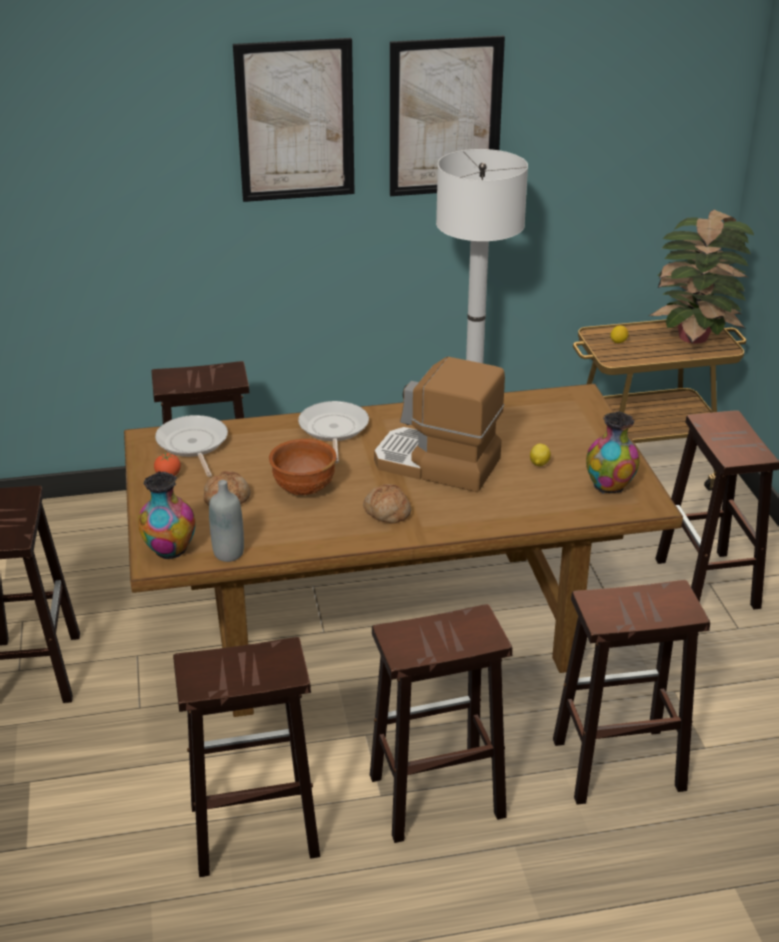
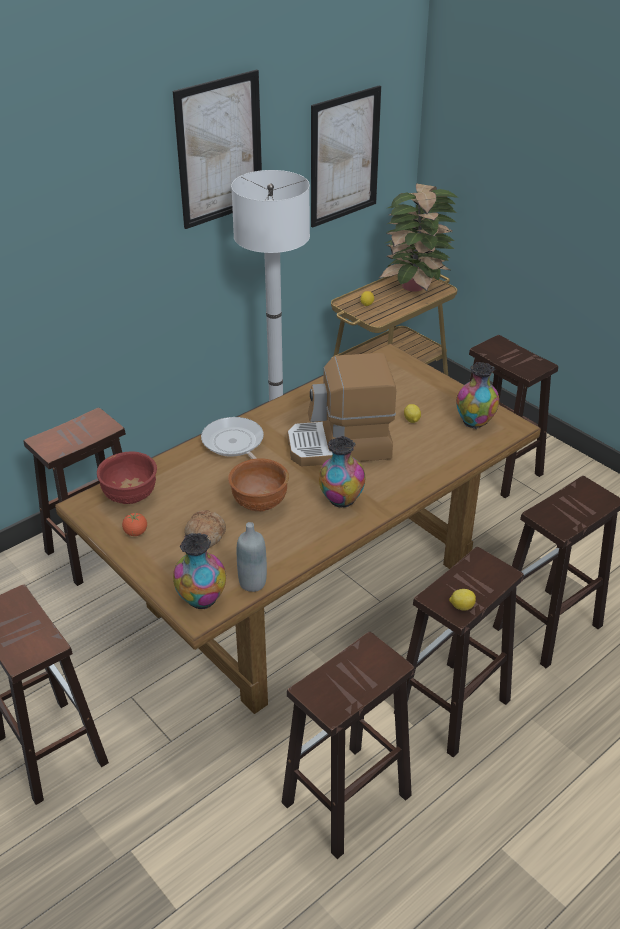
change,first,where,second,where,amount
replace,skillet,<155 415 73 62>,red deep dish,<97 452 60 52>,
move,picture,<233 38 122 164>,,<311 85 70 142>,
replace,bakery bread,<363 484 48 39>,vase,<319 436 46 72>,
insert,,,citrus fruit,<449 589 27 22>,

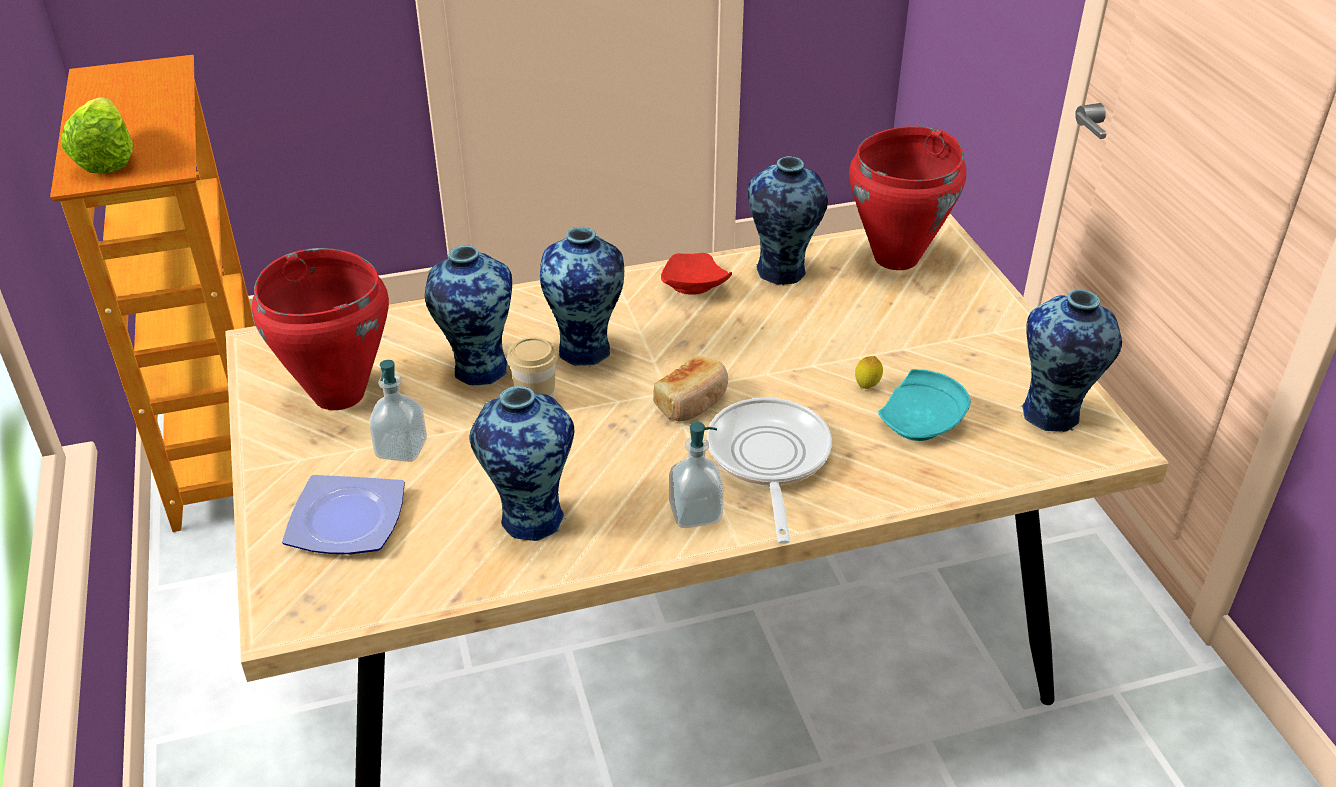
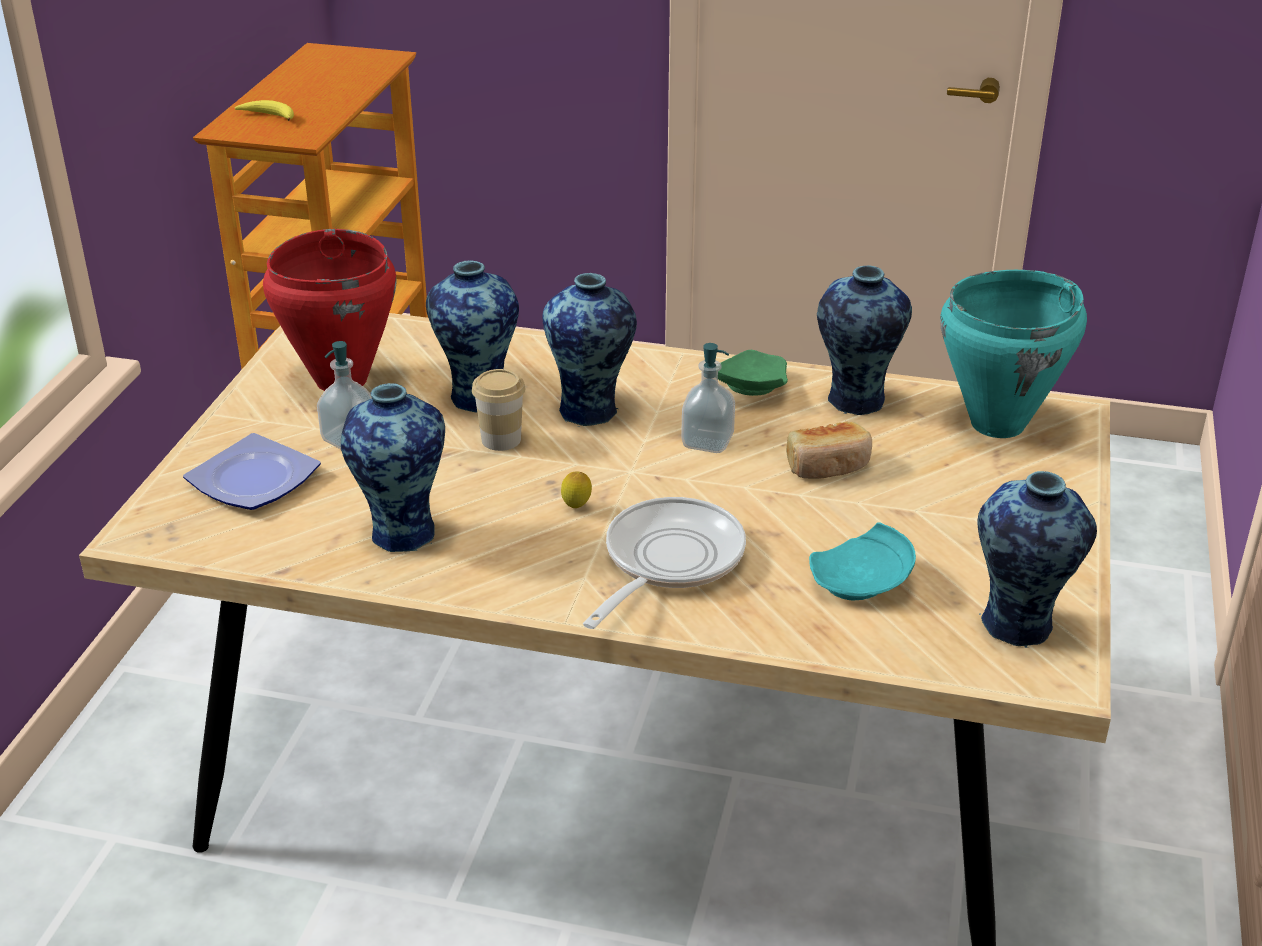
change,first,where,second,where,amount
replace,head of lettuce,<61 97 72 77>,banana,<235 100 59 21>,
move,citrus fruit,<855 356 28 33>,,<561 472 31 36>,
move,soap bottle,<669 422 55 106>,,<681 343 54 110>,
recolor,red dinner plate,<661 253 71 42>,greenish dinner plate,<718 350 70 46>,
move,bakery bread,<653 356 75 65>,,<786 422 86 57>,
recolor,red stockpot,<849 126 117 144>,turquoise stockpot,<940 270 147 168>,

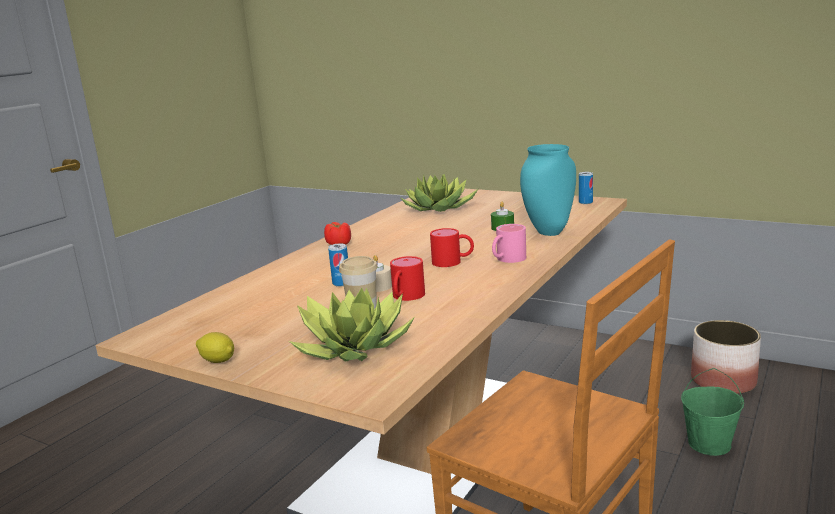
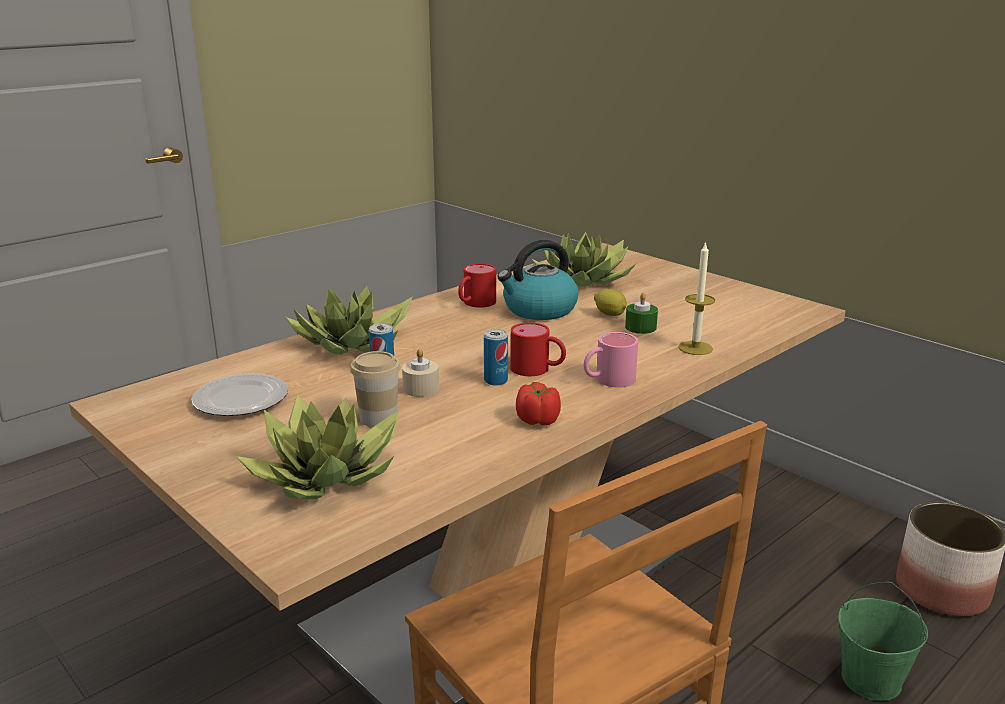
change,first,where,second,where,amount
insert,,,dinner plate,<191 373 97 43>,
insert,,,plant in a pot,<286 286 127 69>,
move,red coffee mug,<390 256 35 45>,,<458 264 38 44>,
move,can,<579 172 14 32>,,<484 329 24 57>,
insert,,,water kettle,<497 240 82 80>,
move,fresh tomato,<324 222 27 23>,,<516 382 45 44>,
move,citrus fruit,<196 332 38 31>,,<594 289 33 27>,
replace,turquoise vase,<520 144 56 92>,wax light,<678 241 37 114>,

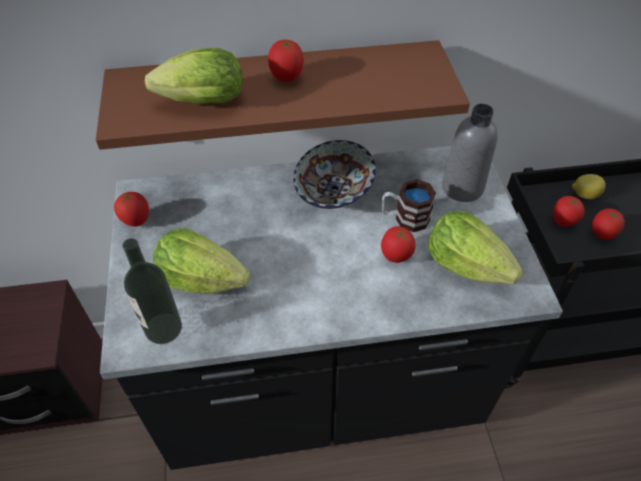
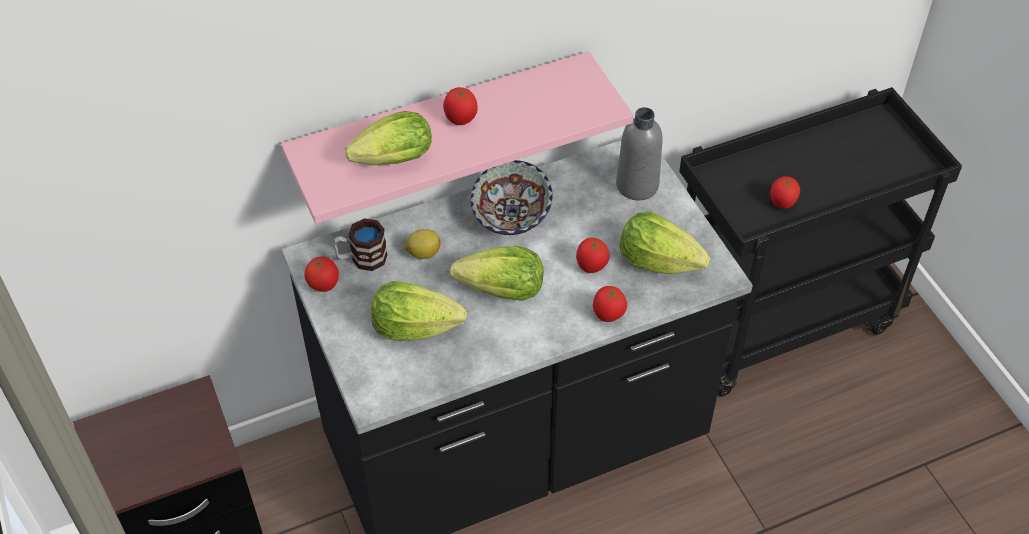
change,first,where,second,where,amount
recolor,brownish bracket shelf,<96 40 374 110>,pink bracket shelf,<281 51 353 173>,
move,coffee mug,<382 179 54 53>,,<333 218 55 53>,
move,citrus fruit,<572 174 34 25>,,<404 229 37 30>,
insert,,,head of lettuce,<450 246 93 55>,
move,fresh tomato,<553 196 32 31>,,<593 286 34 36>,
delete,bottle,<123 238 59 106>,,,

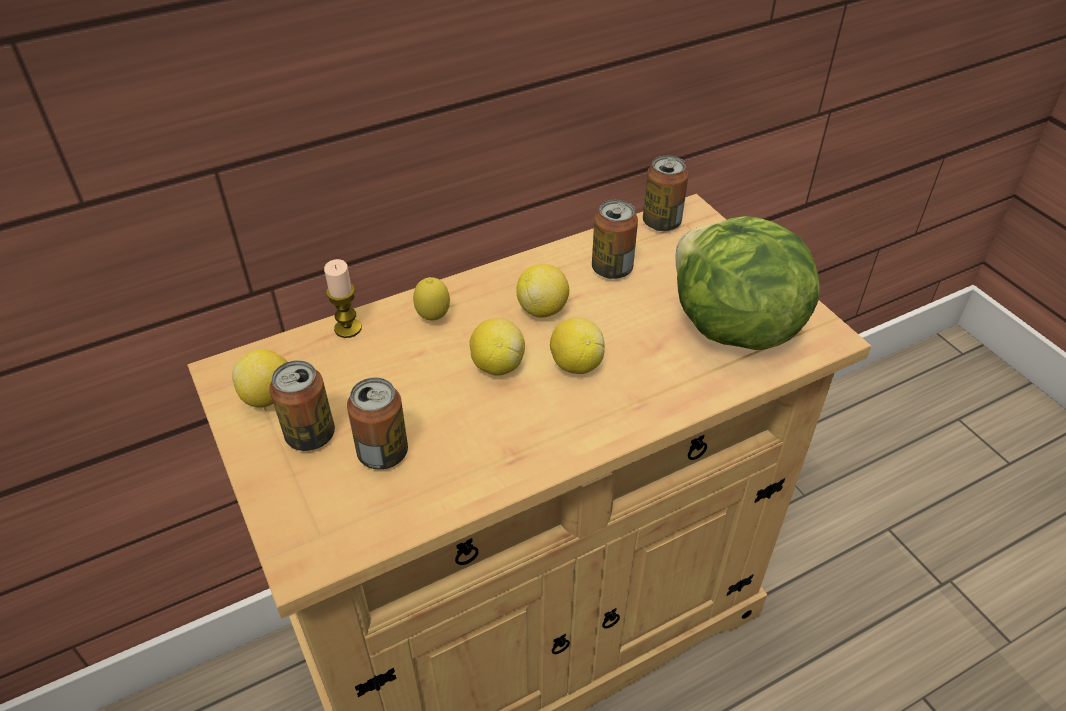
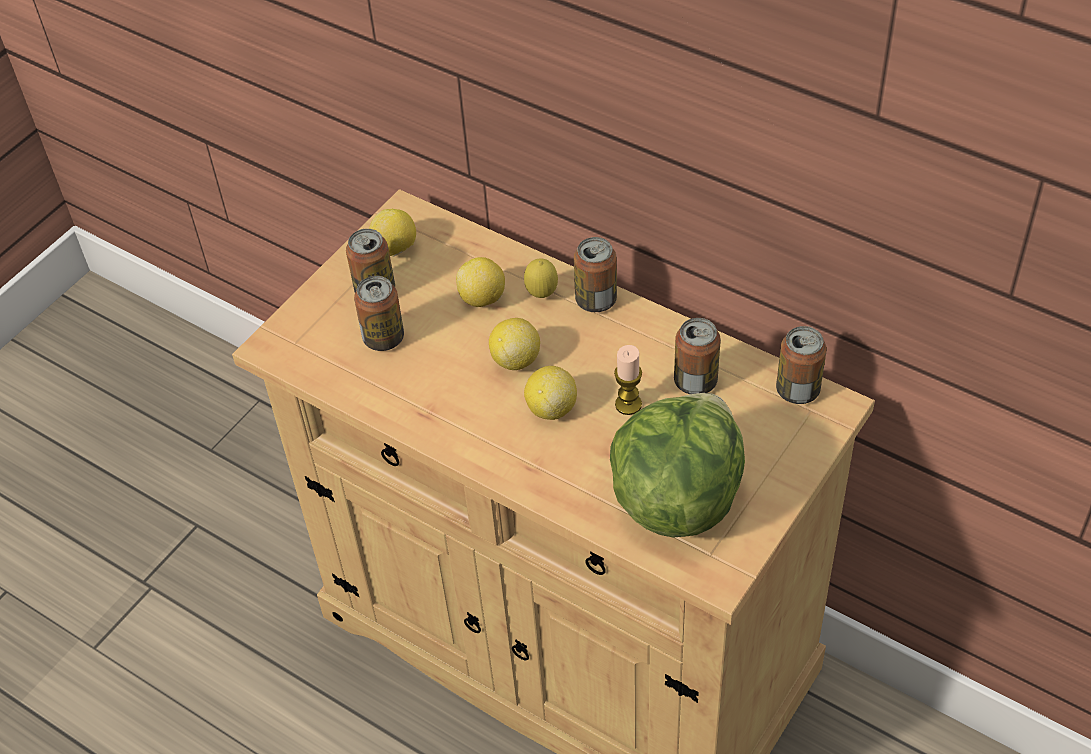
change,first,where,second,where,amount
move,citrus fruit,<516 264 53 53>,,<456 257 49 50>,
insert,,,can,<574 237 43 75>,
move,wax light,<324 259 38 79>,,<614 345 28 70>,

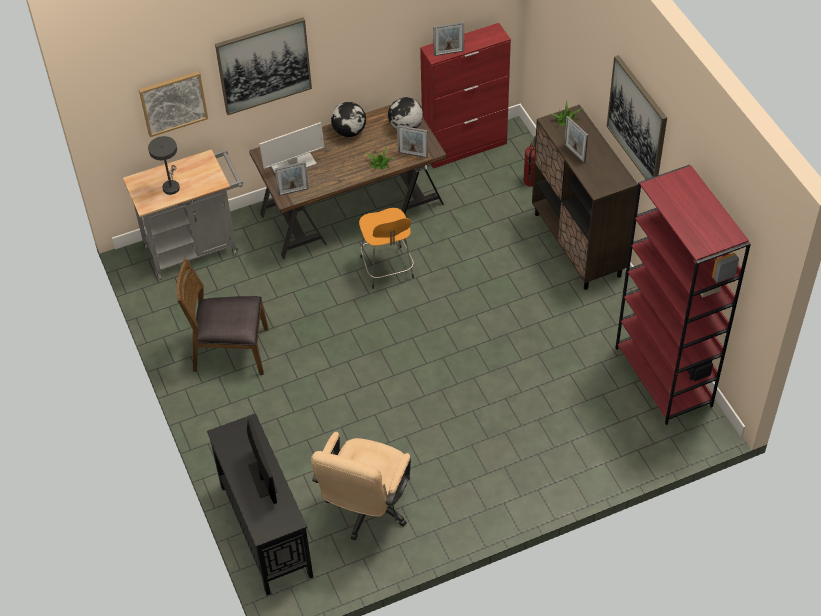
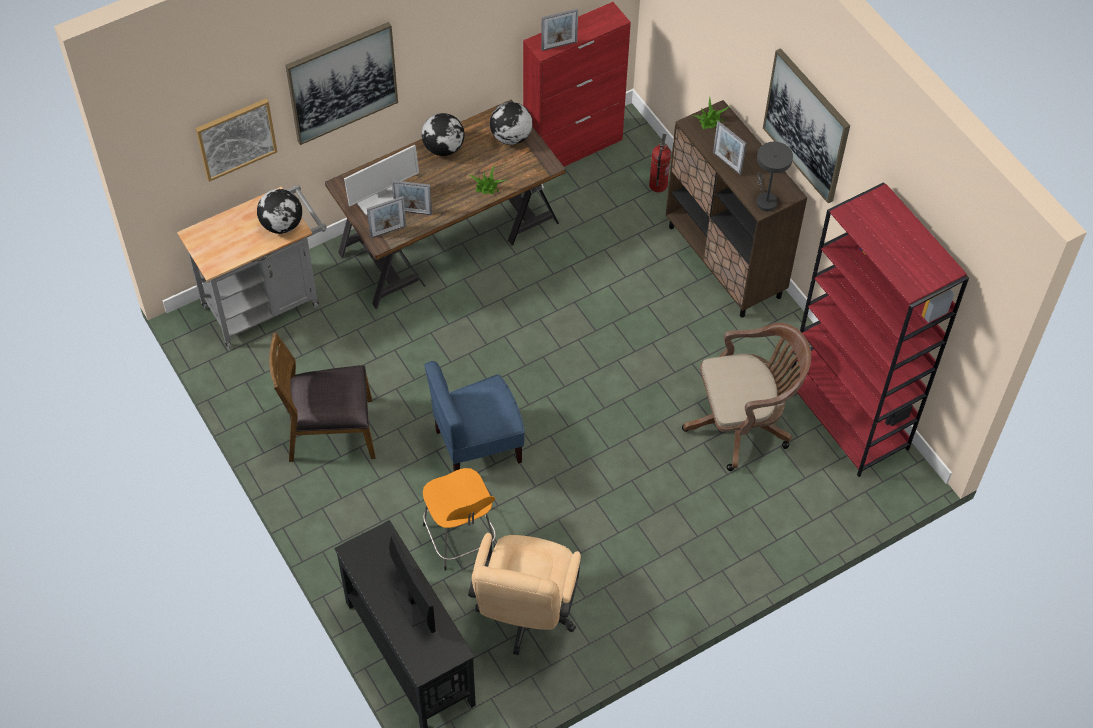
change,first,where,second,where,amount
insert,,,globe,<257 189 45 45>,
move,photo frame,<397 125 31 33>,,<392 180 40 35>,
move,orange stool seat,<359 208 55 81>,,<423 468 73 102>,
insert,,,bluish upright chair,<424 361 101 110>,
insert,,,brownish desk chair,<682 323 129 148>,
move,gray tabletop lamp,<148 136 32 59>,,<756 142 37 69>,

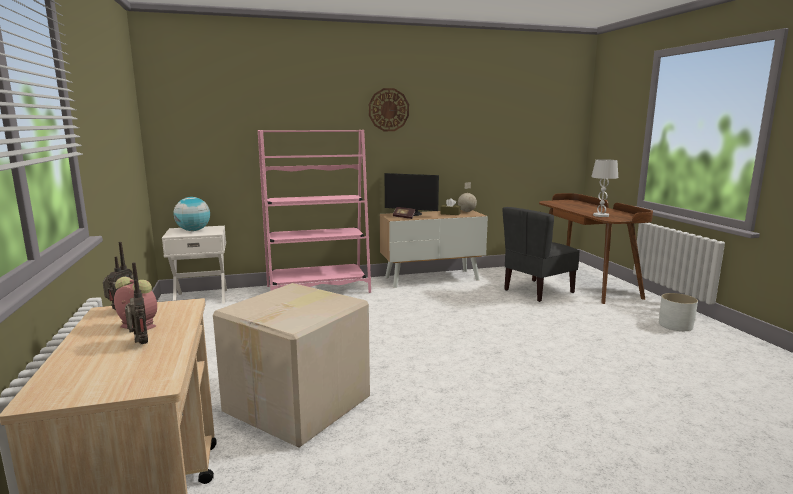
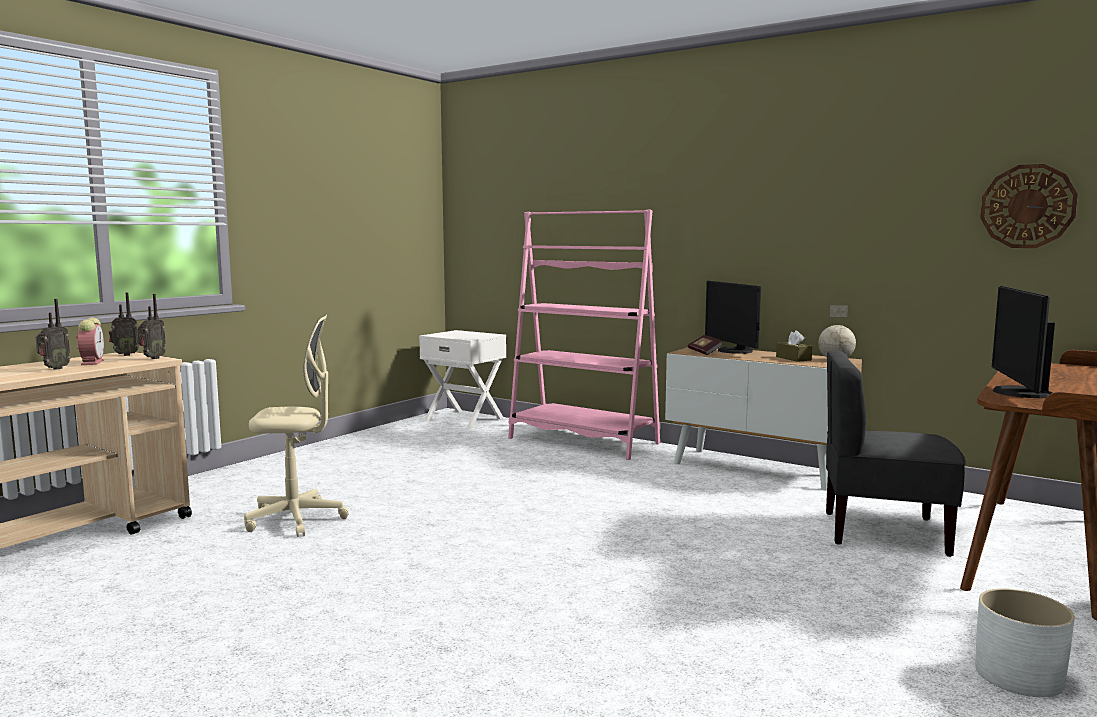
change,first,where,second,where,amount
insert,,,radio receiver,<137 294 29 65>,
replace,packing box,<213 283 157 165>,sand-coloured desk chair,<244 315 105 222>,
move,clock on the wall,<369 88 40 43>,,<980 164 98 84>,
replace,white tabletop lamp,<591 159 27 58>,computer display,<992 286 63 112>,
delete,globe,<173 197 37 34>,,,

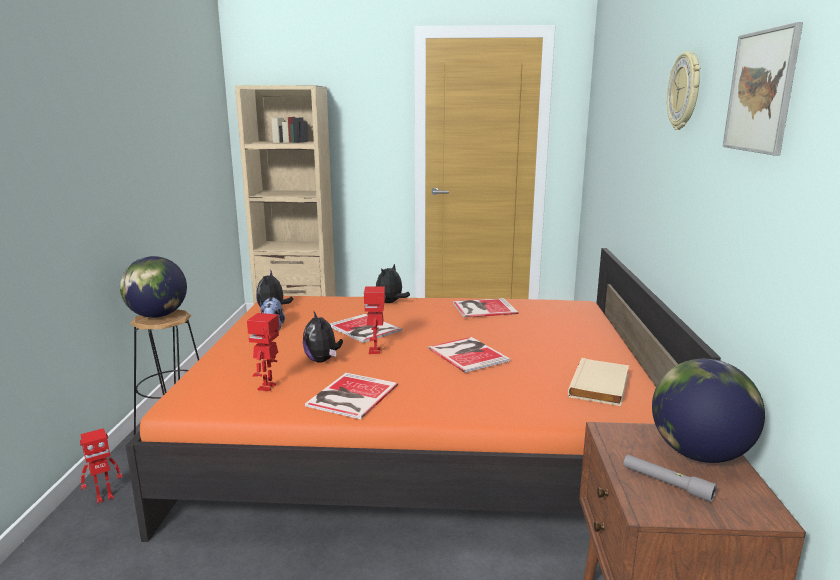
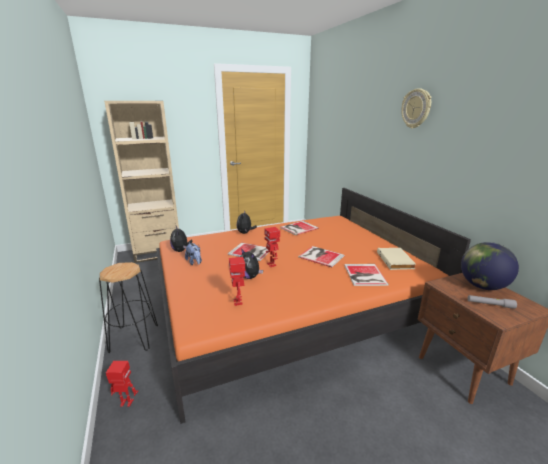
change,first,where,second,where,amount
rotate,toy robot,<80 428 43 76>,,<106 361 32 46>,120 degrees counterclockwise
move,book,<305 373 93 46>,,<344 264 45 22>,
delete,globe,<120 256 67 62>,,,
delete,picture,<723 22 80 134>,,,

